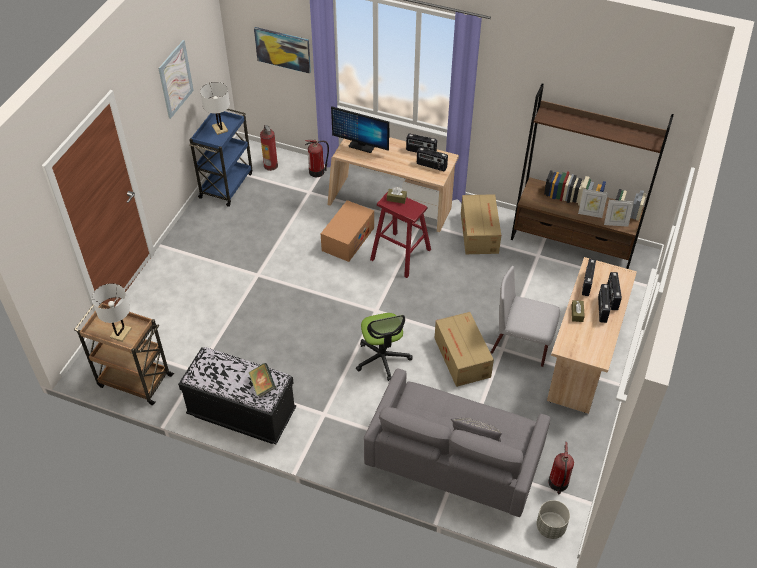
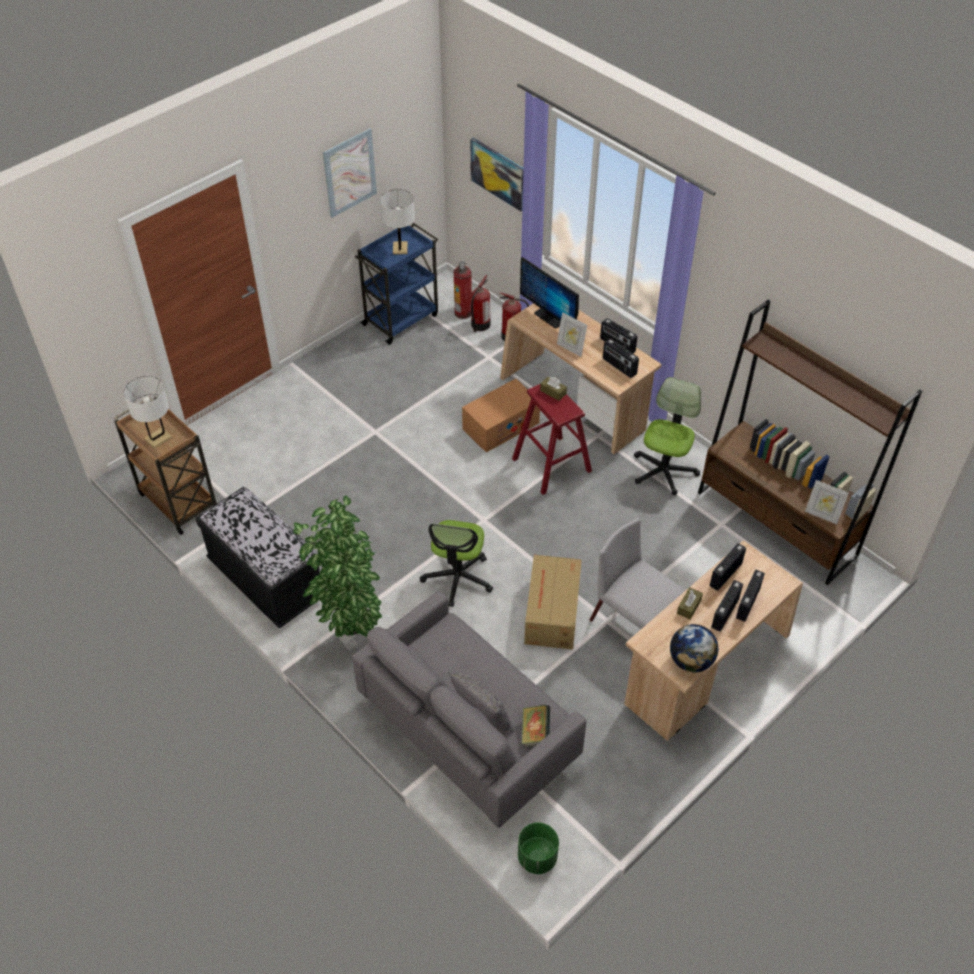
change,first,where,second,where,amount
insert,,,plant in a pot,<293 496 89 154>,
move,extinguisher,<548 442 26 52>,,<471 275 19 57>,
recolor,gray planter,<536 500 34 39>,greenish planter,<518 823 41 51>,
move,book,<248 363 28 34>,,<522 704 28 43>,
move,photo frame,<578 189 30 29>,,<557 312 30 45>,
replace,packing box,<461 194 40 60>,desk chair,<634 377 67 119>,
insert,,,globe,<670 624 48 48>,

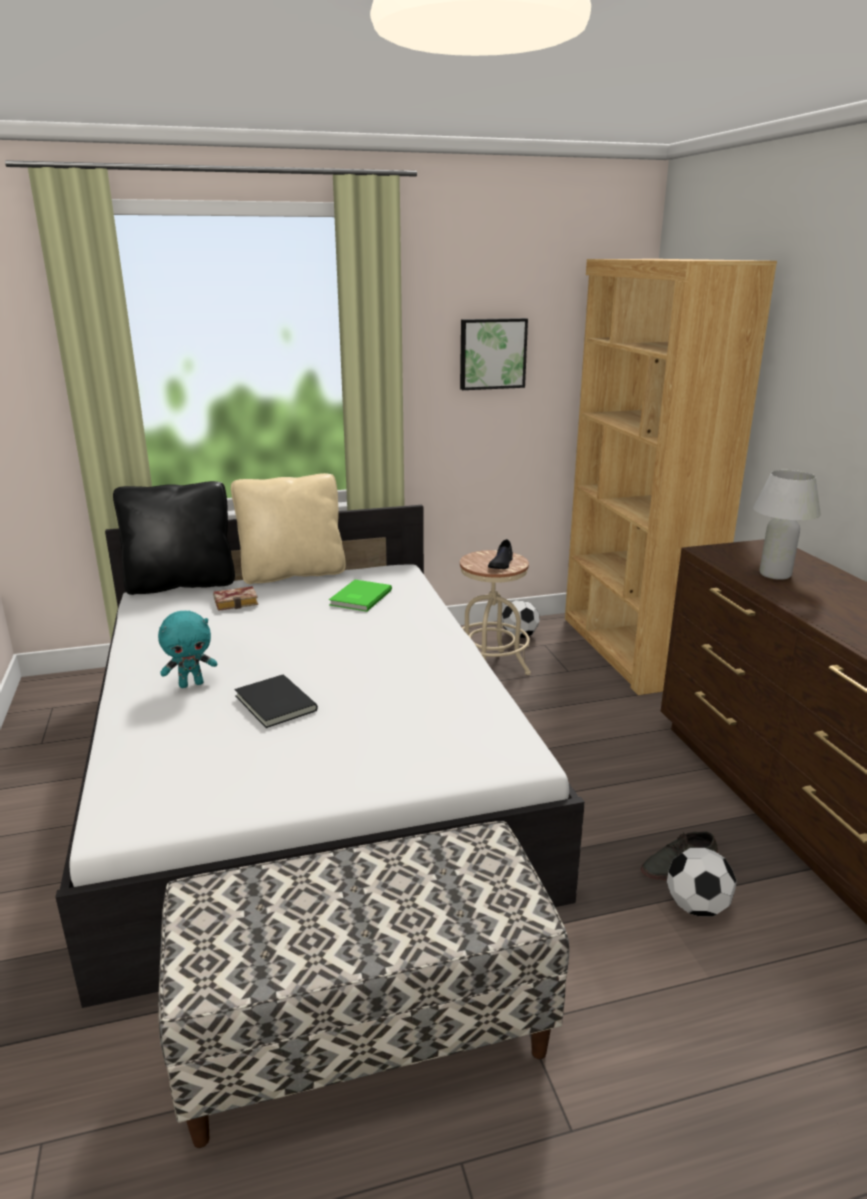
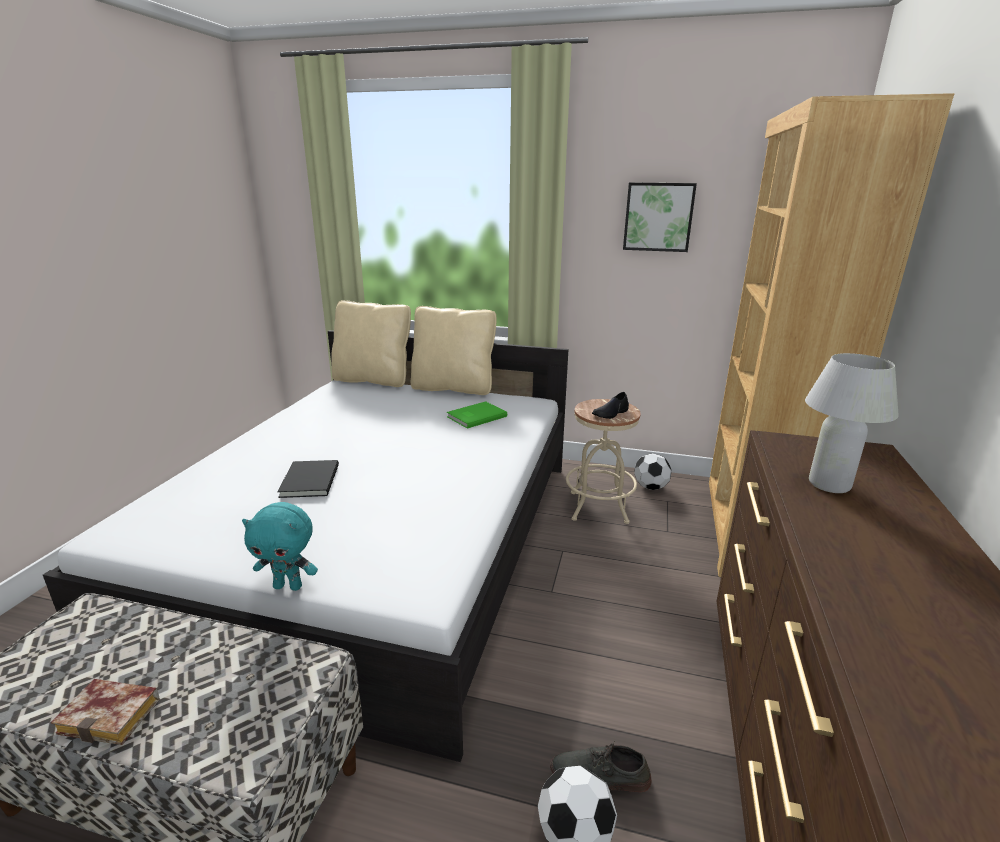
change,first,where,second,where,amount
move,book,<213 586 45 25>,,<51 679 109 66>,
move,turquoise plush toy,<158 611 59 77>,,<242 502 76 89>,
recolor,black-coloured cushion,<113 481 122 114>,sand-coloured cushion,<331 300 80 87>,

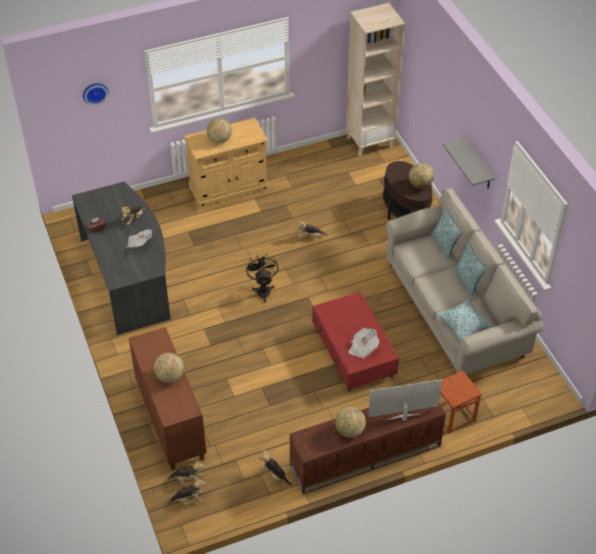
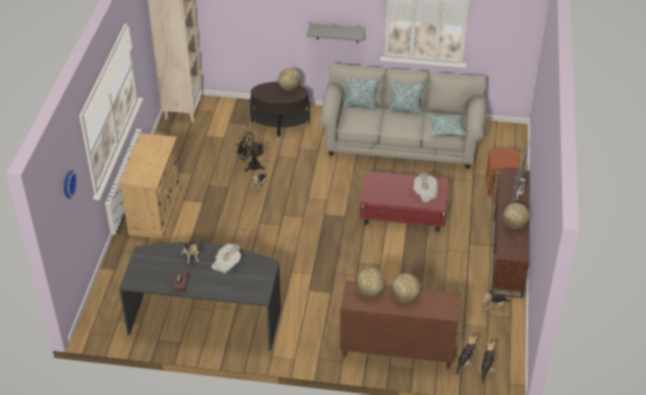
change,first,where,second,where,amount
move,black-coloured cooling fan,<246 254 32 48>,,<236 132 29 40>,
move,globe,<207 118 25 25>,,<356 268 29 29>,

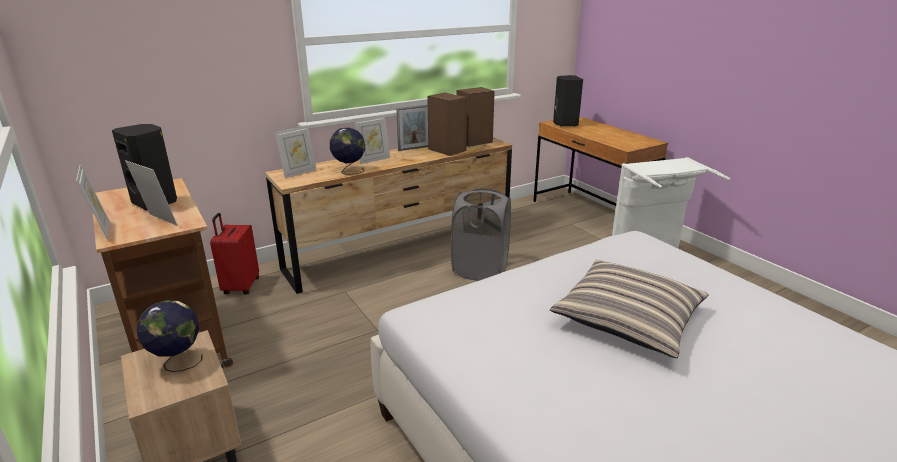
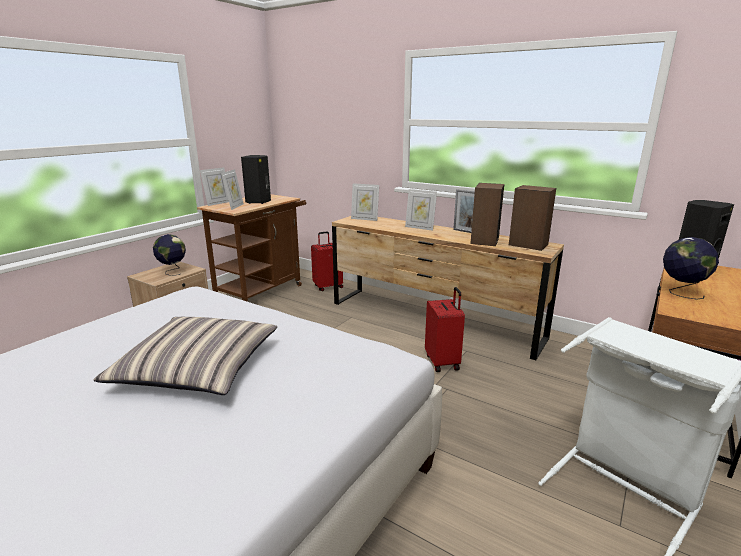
change,first,where,second,where,amount
replace,gray washing basket,<451 188 60 93>,red suitcase,<425 287 40 85>,
move,globe,<330 127 35 48>,,<663 237 56 62>,

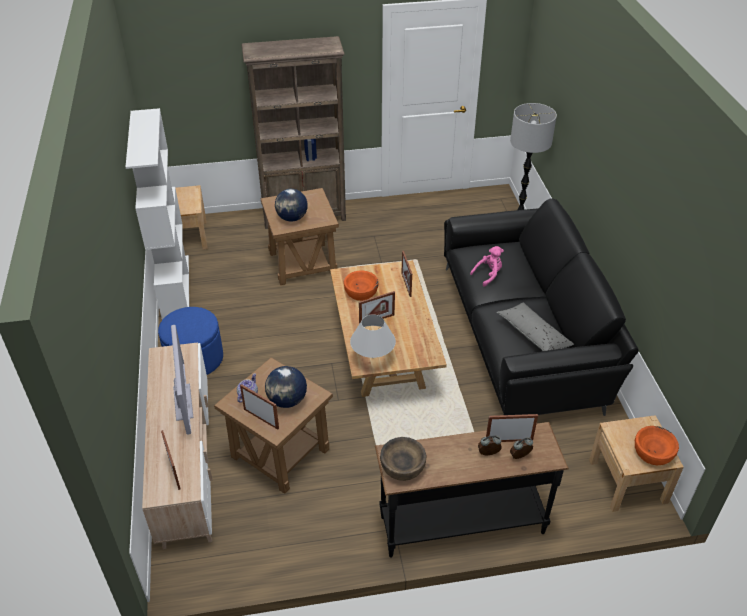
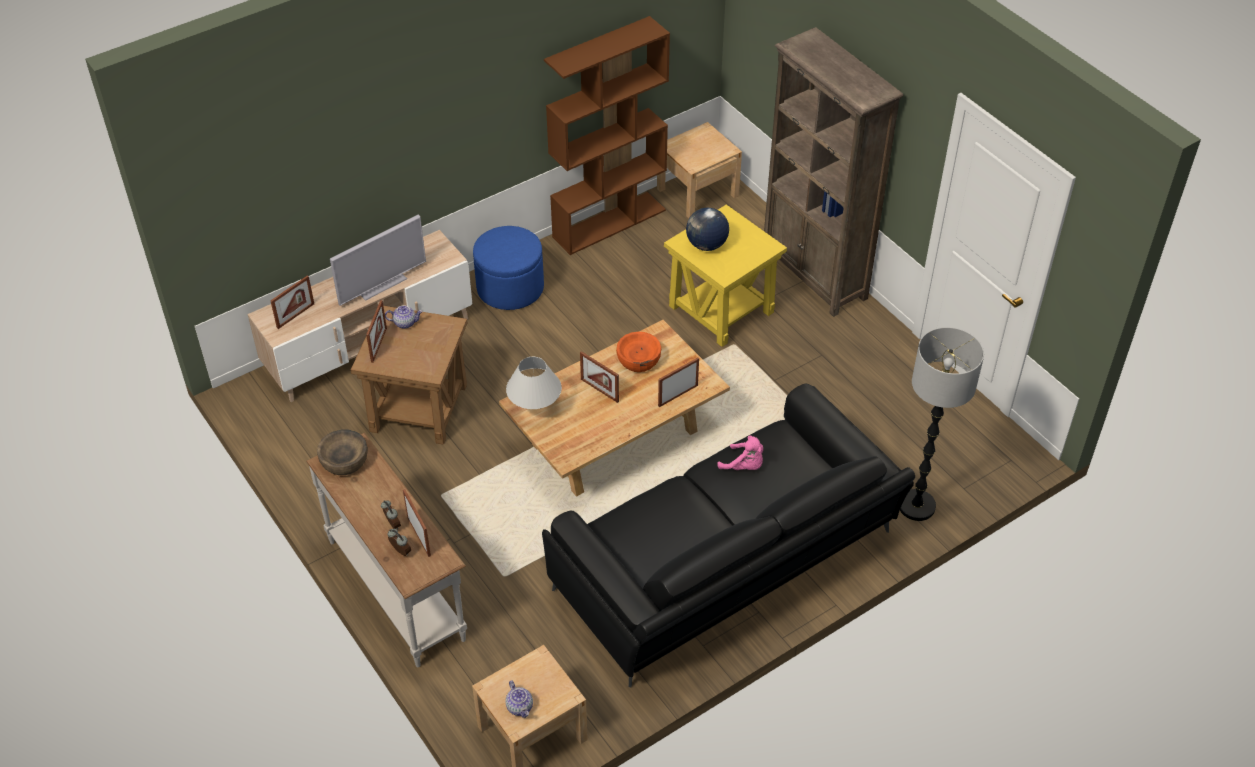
change,first,where,second,where,amount
recolor,black-coloured console table,<375 422 194 136>,white console table,<306 433 161 234>,
replace,orange deep dish,<635 426 44 39>,tea pot,<505 681 28 37>,
recolor,white bookshelf,<126 108 63 212>,brownish bookshelf,<544 16 126 239>,
recolor,brownish end table,<260 188 79 97>,yellowish end table,<664 205 123 142>,
delete,globe,<265 366 42 42>,,,
delete,gray cushion,<497 302 77 49>,,,

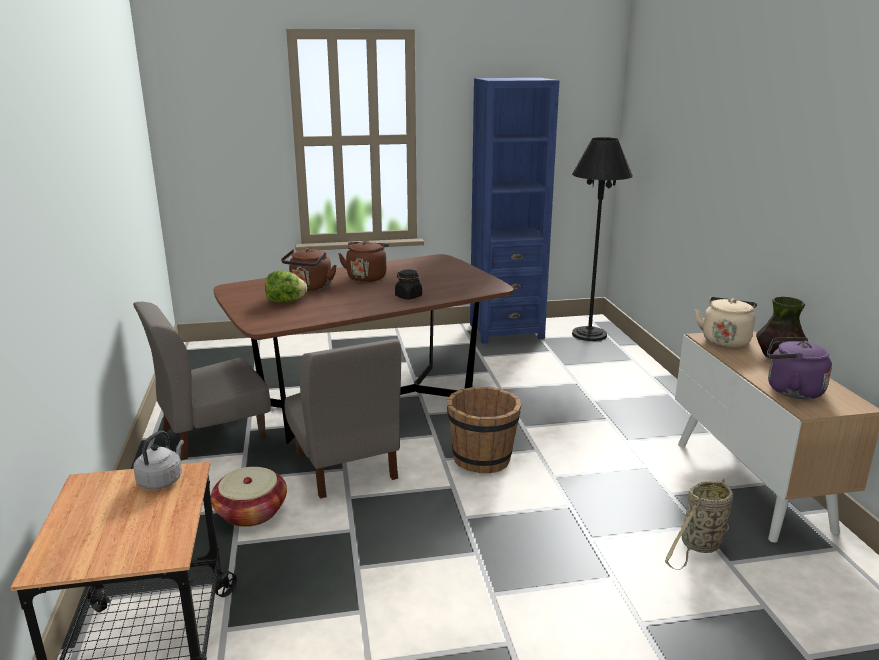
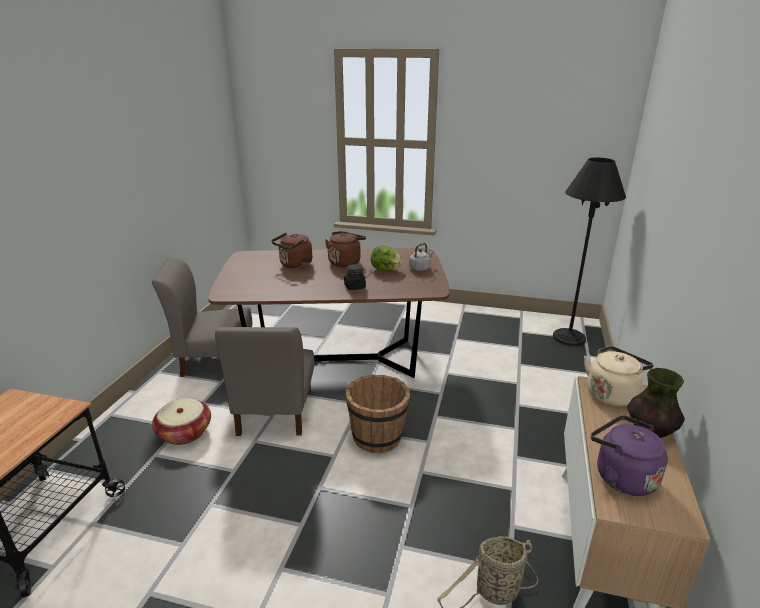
change,first,where,second,where,amount
move,head of lettuce,<265 270 42 32>,,<371 245 31 26>,
move,gray water kettle,<134 431 50 58>,,<409 243 25 28>,
delete,bluish bookshelf,<470 78 89 266>,,,

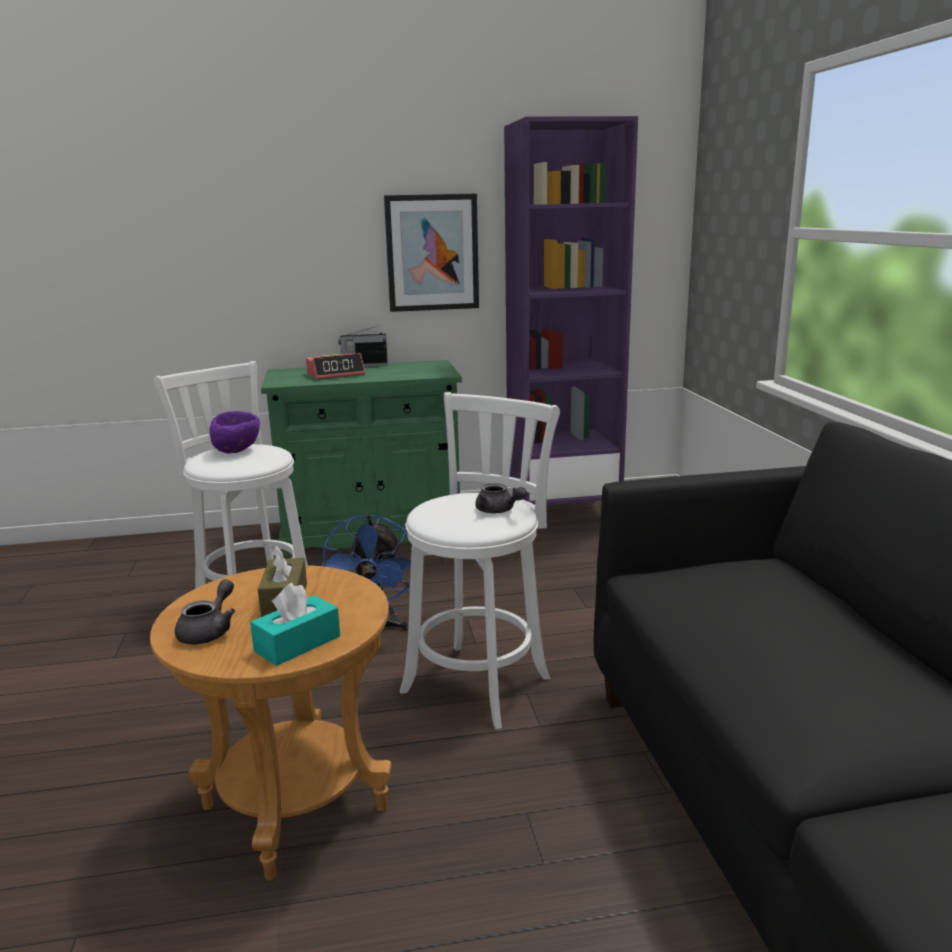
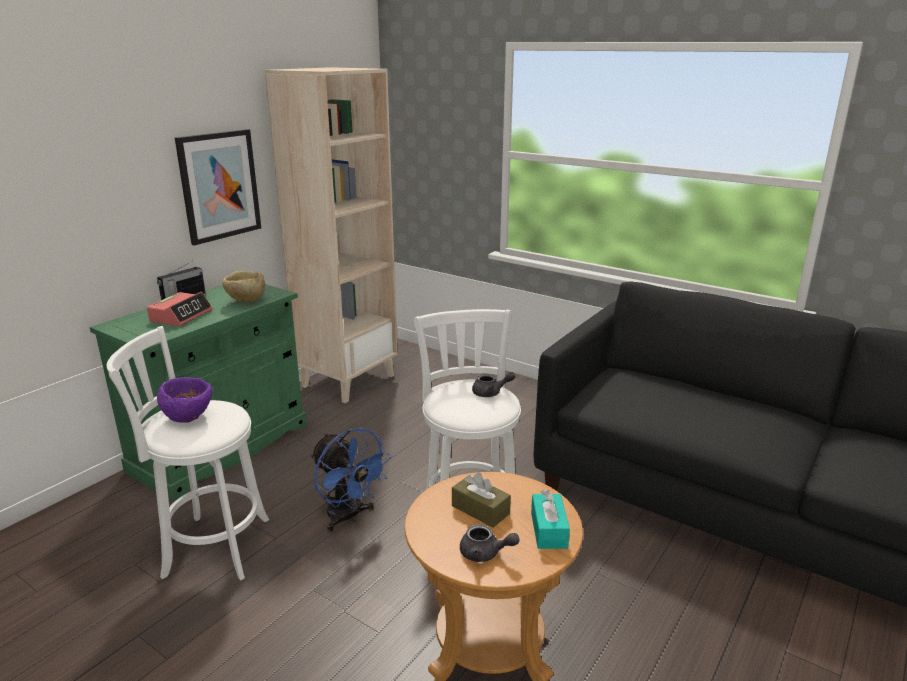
change,first,where,second,where,amount
insert,,,sand-coloured deep dish,<222 270 43 33>,
recolor,purplish bookshelf,<504 116 134 389>,sand-coloured bookshelf,<265 67 133 336>,
rotate,gray tea pot,<175 579 60 66>,,<460 524 60 38>,135 degrees clockwise

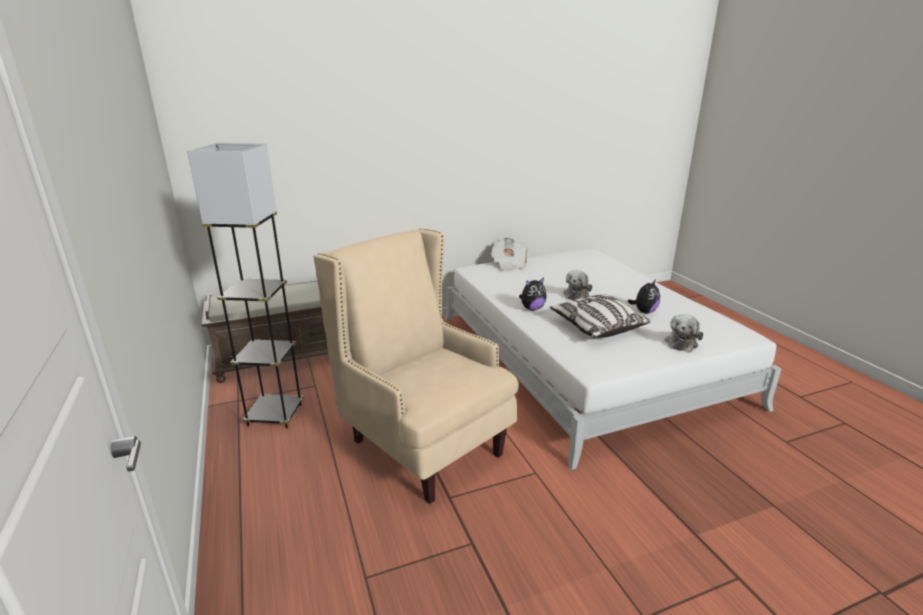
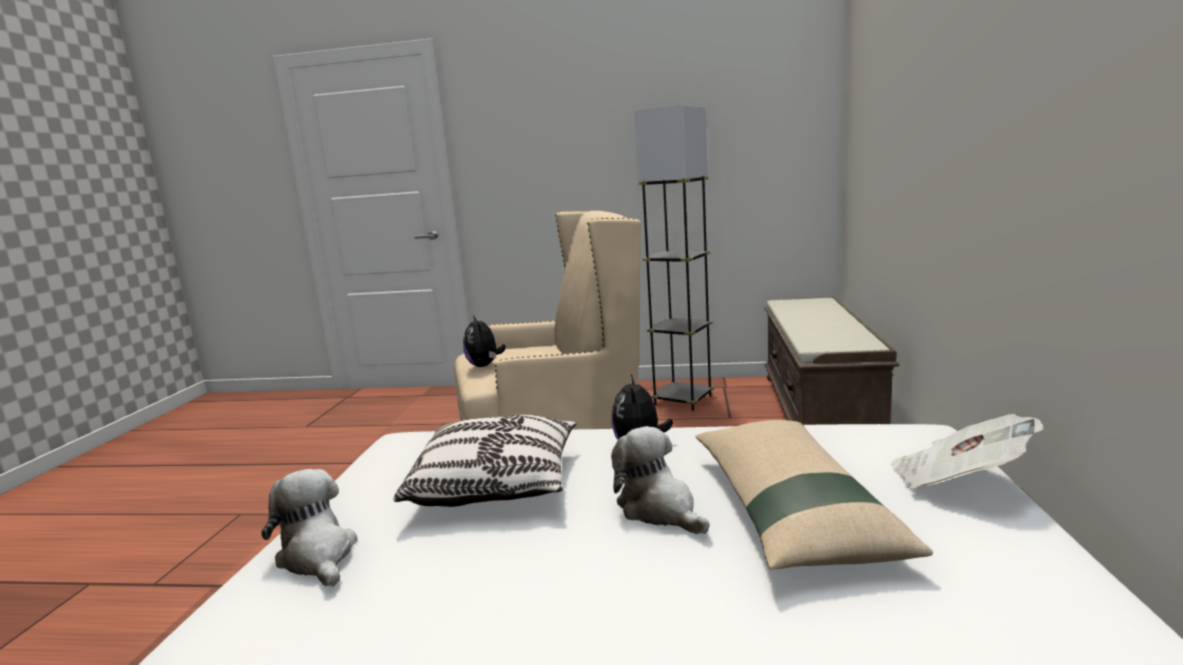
change,first,where,second,where,amount
move,plush toy,<628 280 32 34>,,<463 315 43 52>,
insert,,,sand-coloured cushion,<695 420 238 150>,

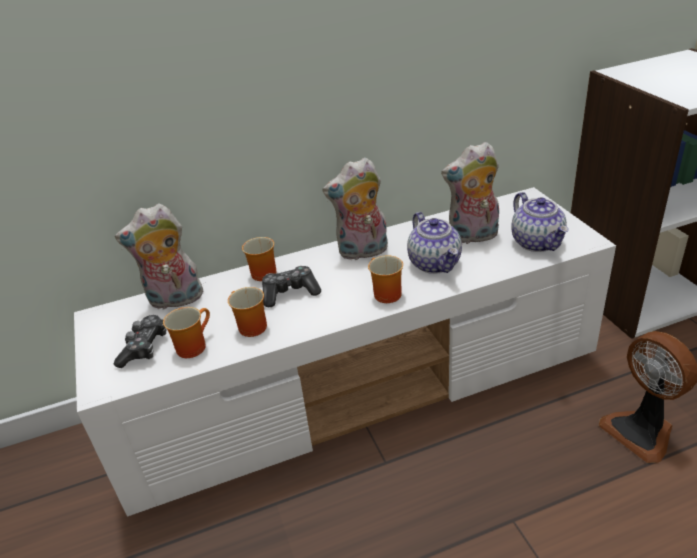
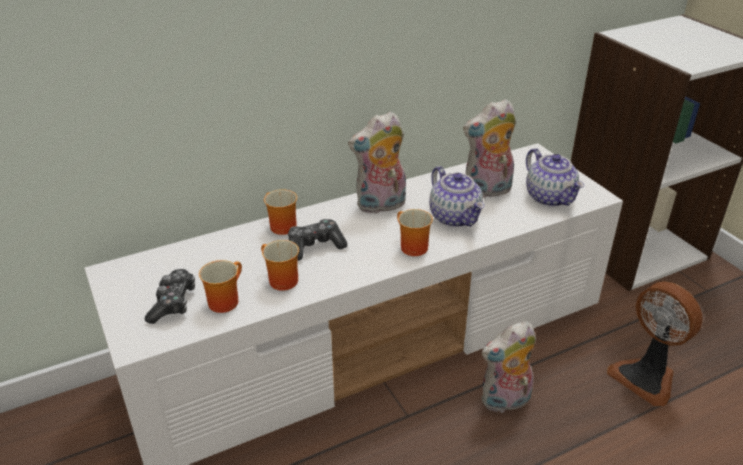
change,first,where,second,where,amount
move,plush toy,<115 203 89 107>,,<481 321 55 92>,

